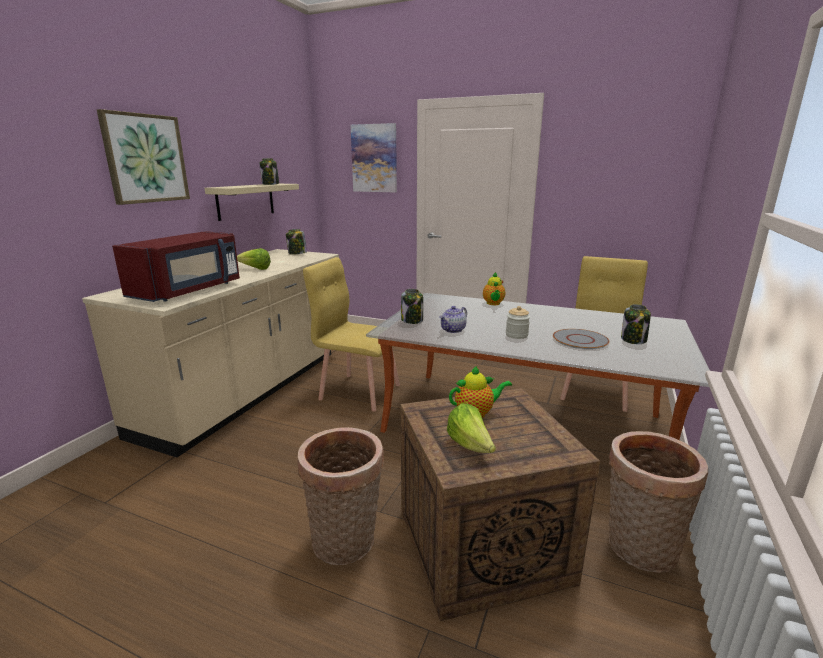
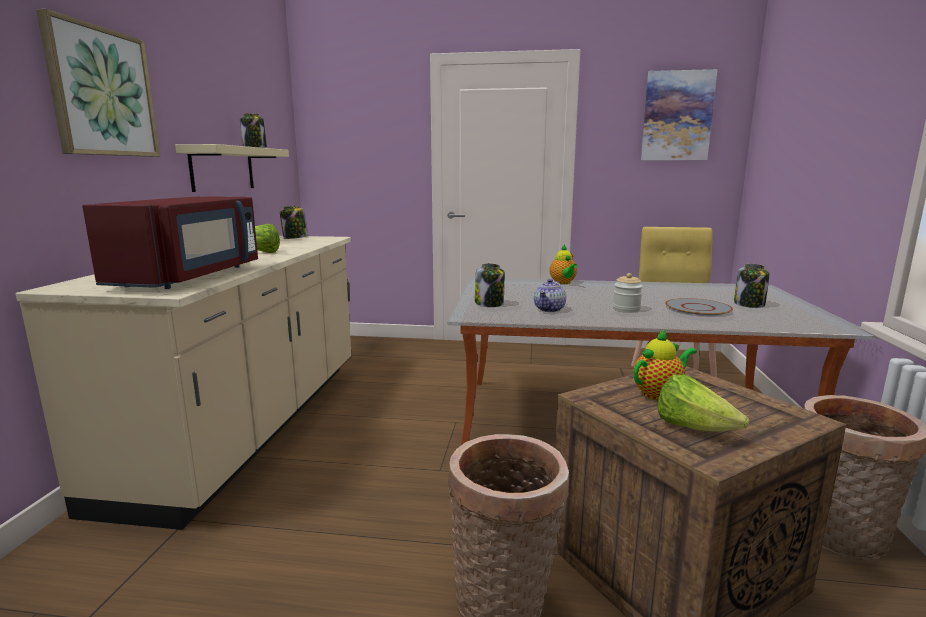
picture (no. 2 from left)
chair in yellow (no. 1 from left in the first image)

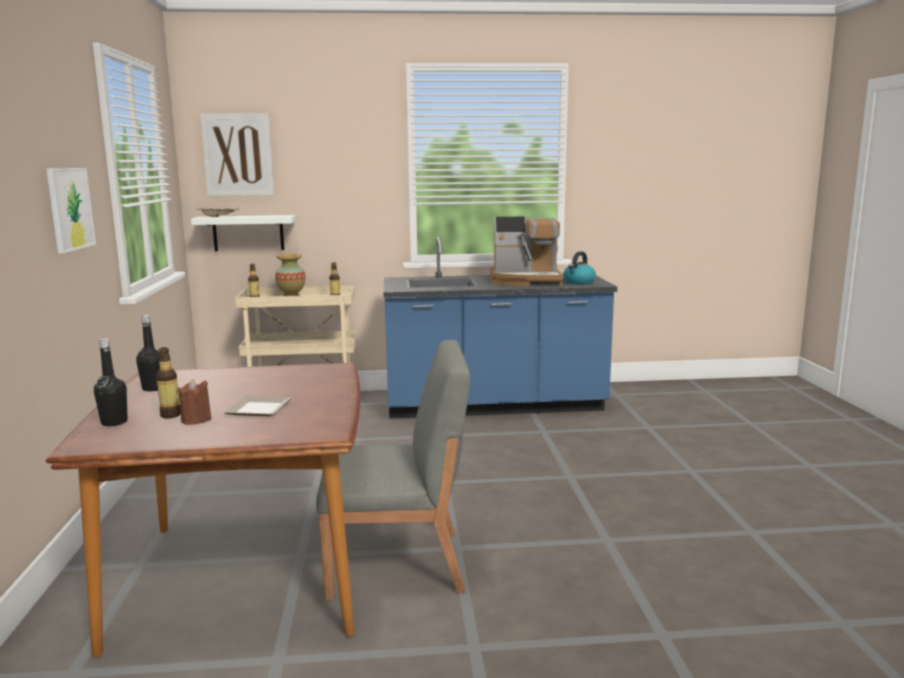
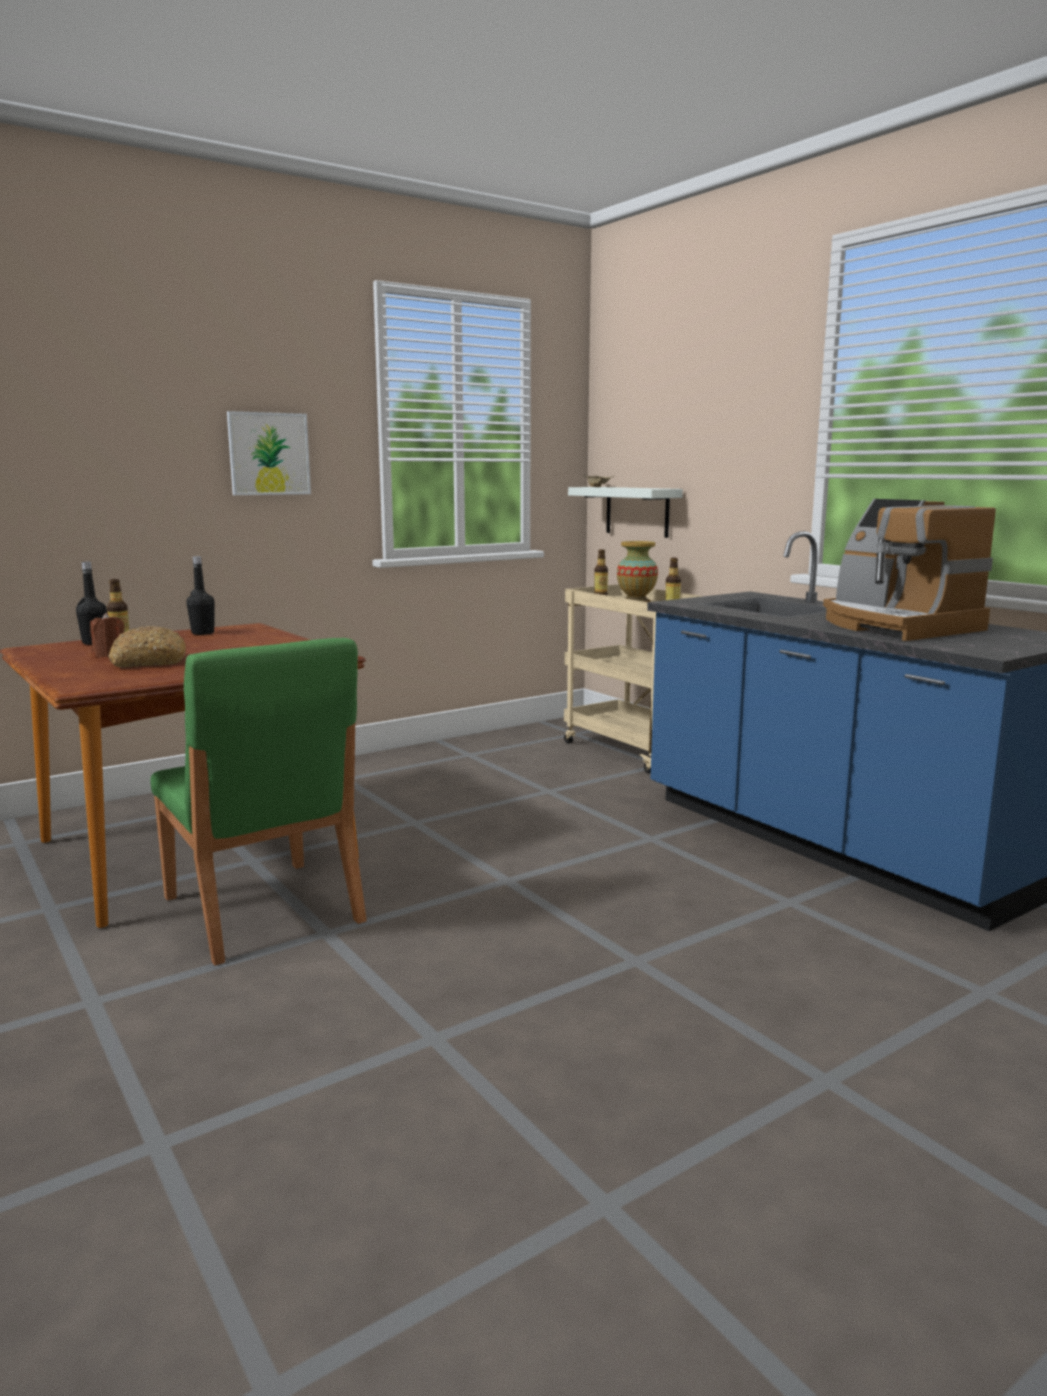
picture (no. 2 from left in the first image)
kettle
chair in green
bread

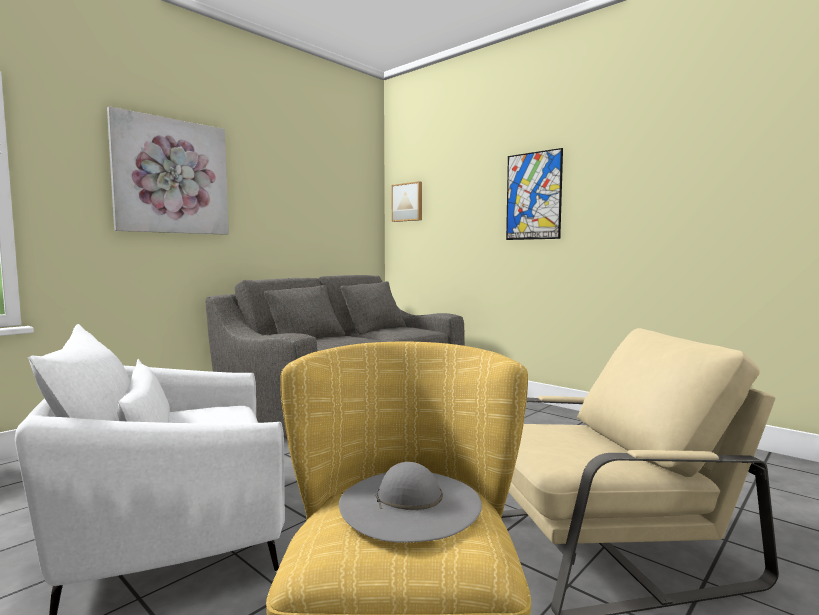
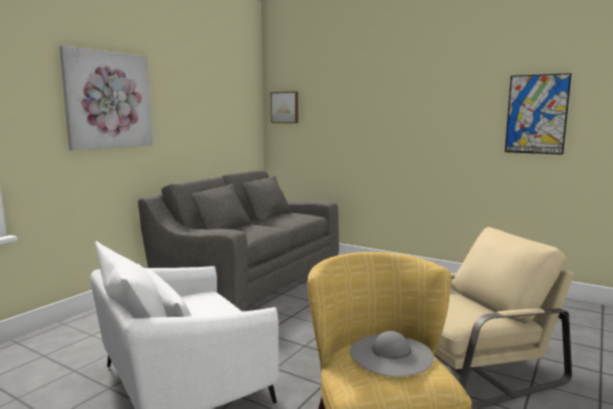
picture (no. 3 from left)

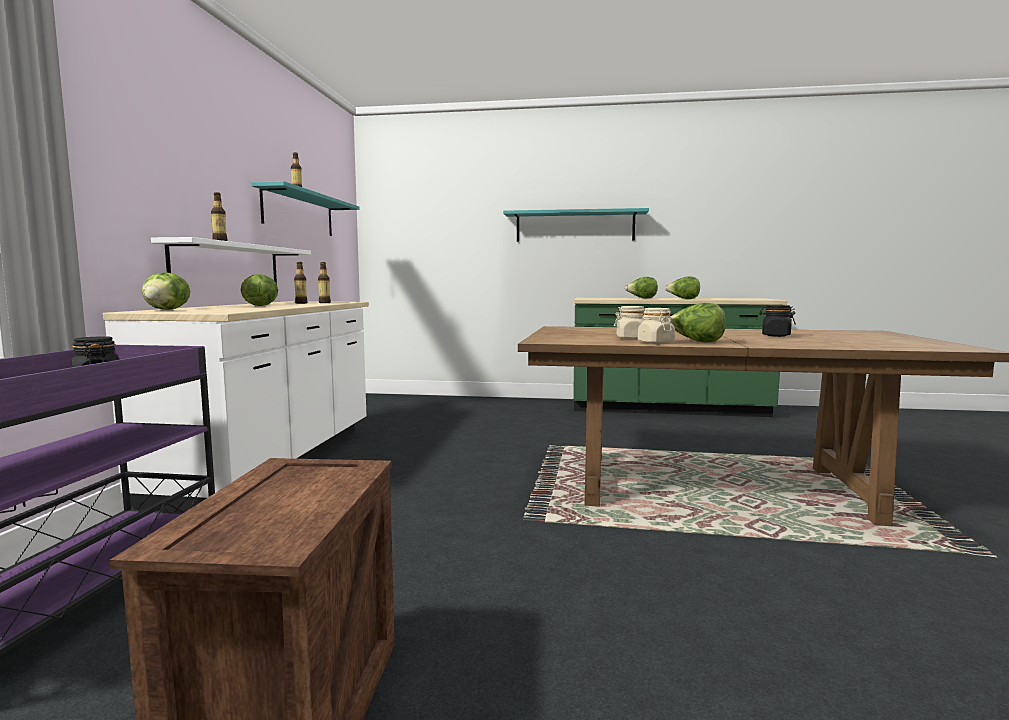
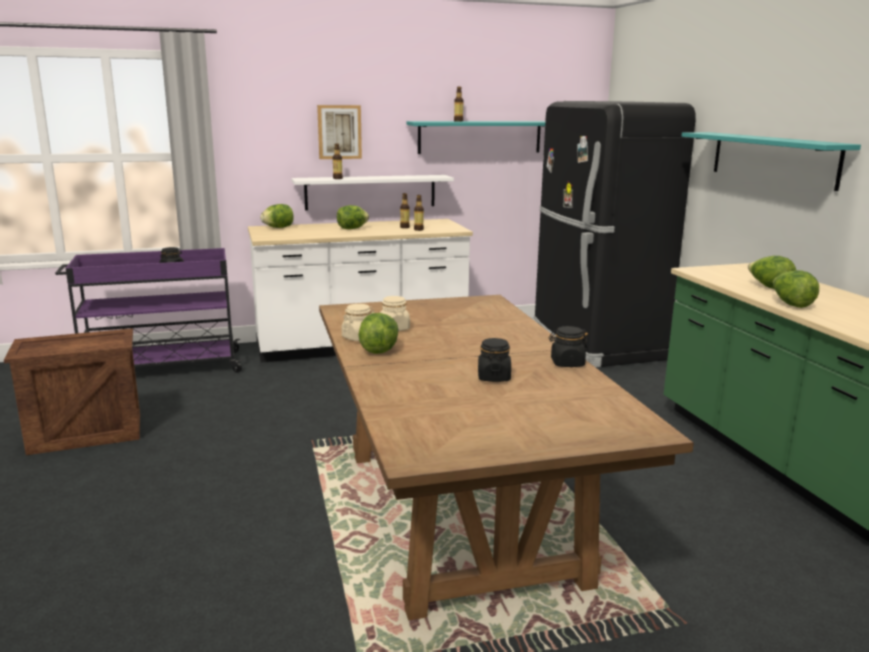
fridge in black
picture
jar in black (no. 3 from left)

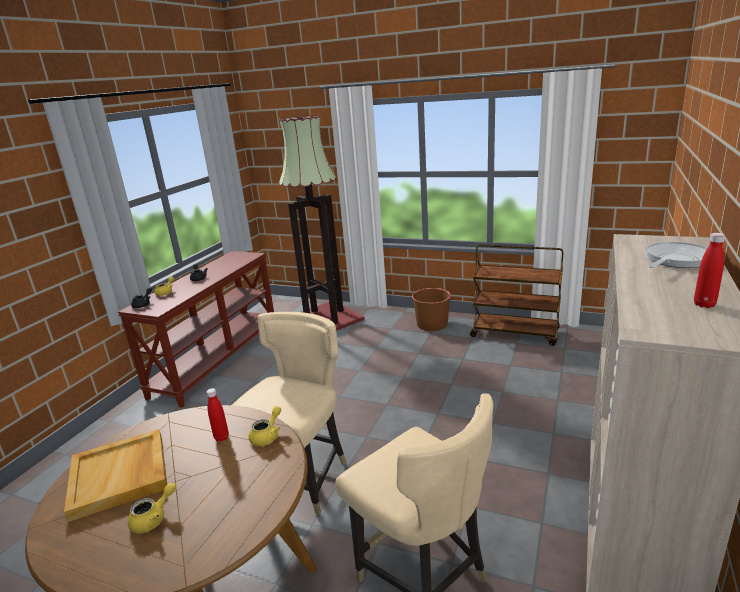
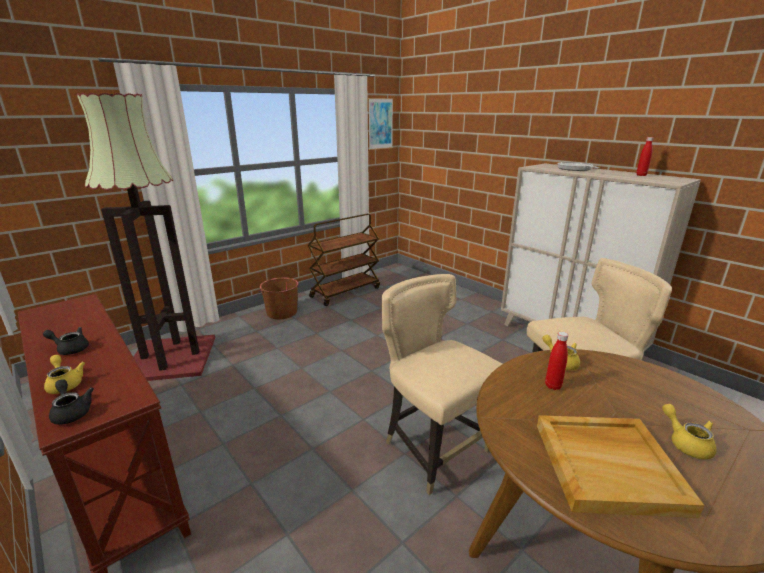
picture

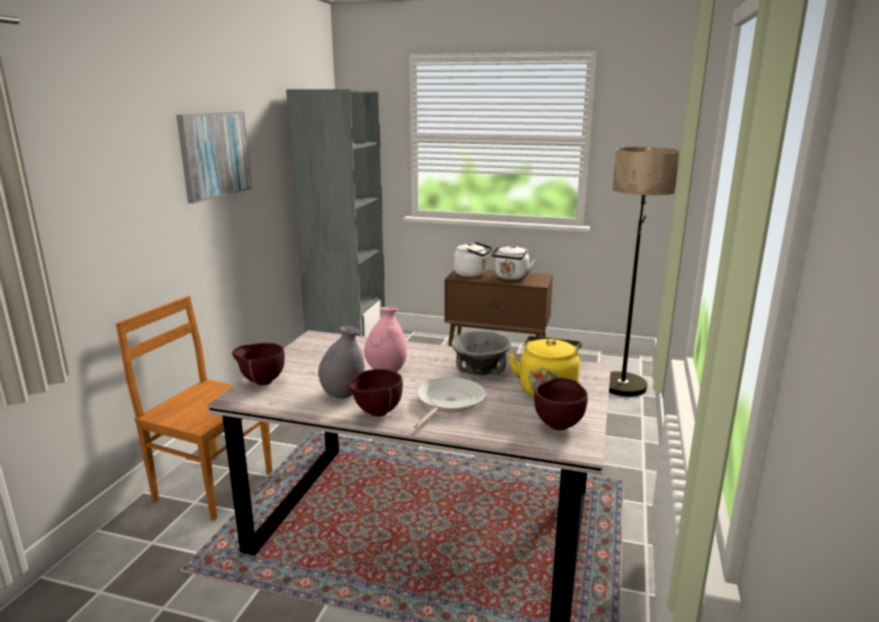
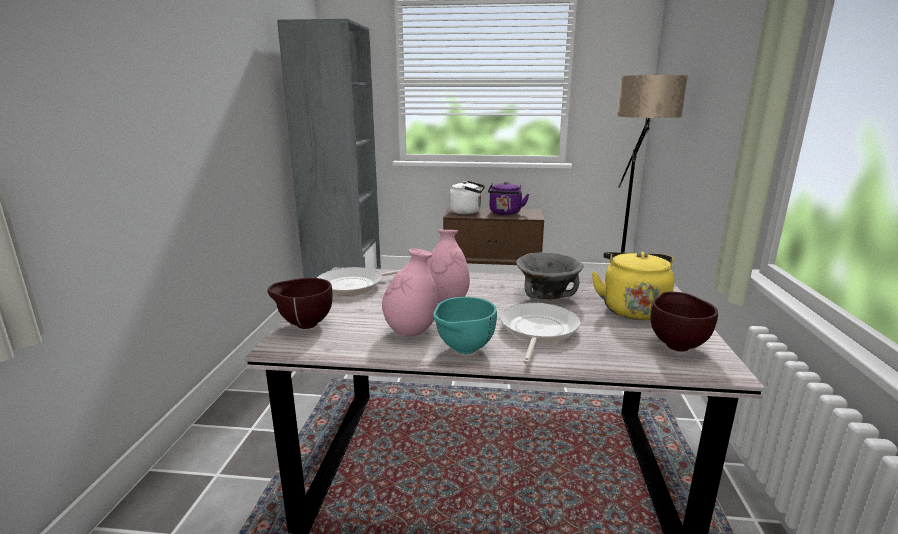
picture
kettle in purple
chair in brown
vase in pink (no. 1 from left)
bowl in turquoise
frying pan (no. 1 from left)

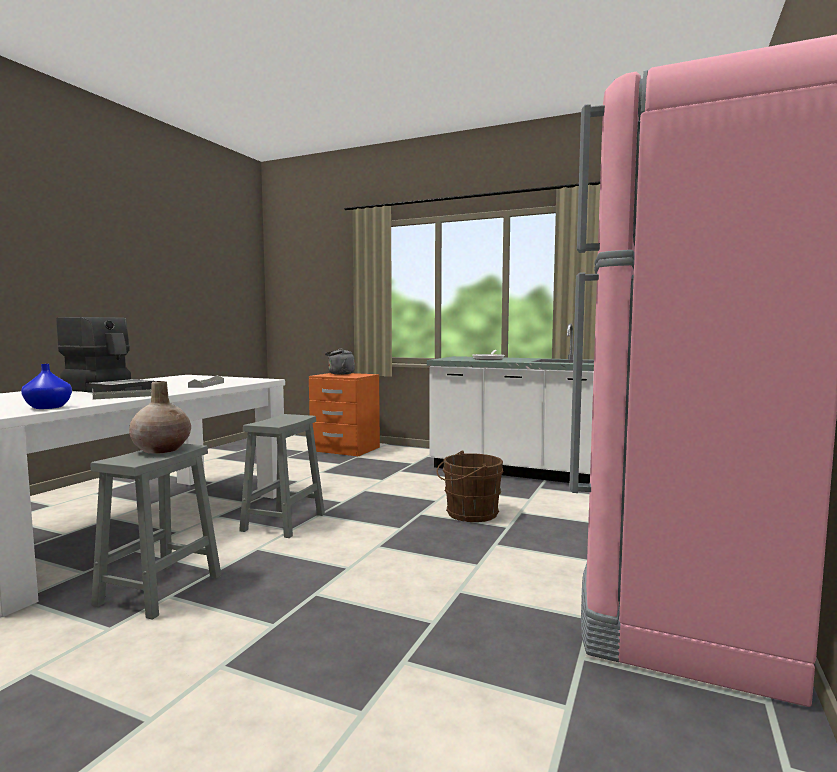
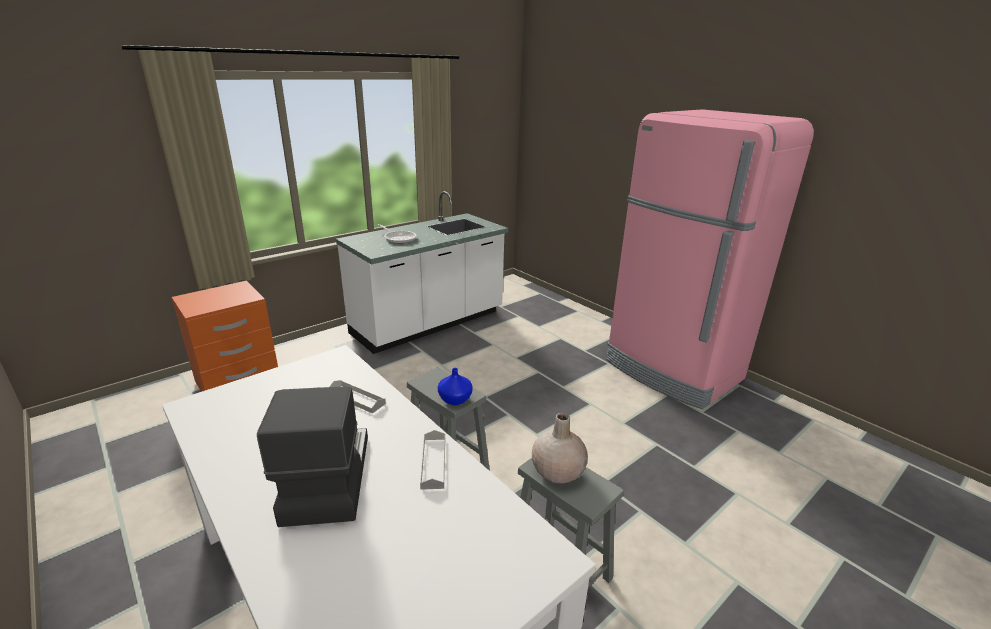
coffee machine
kettle in grey
vase in blue
bucket in brown

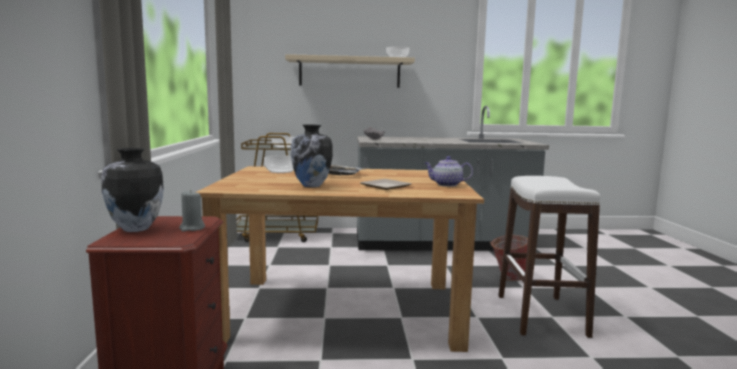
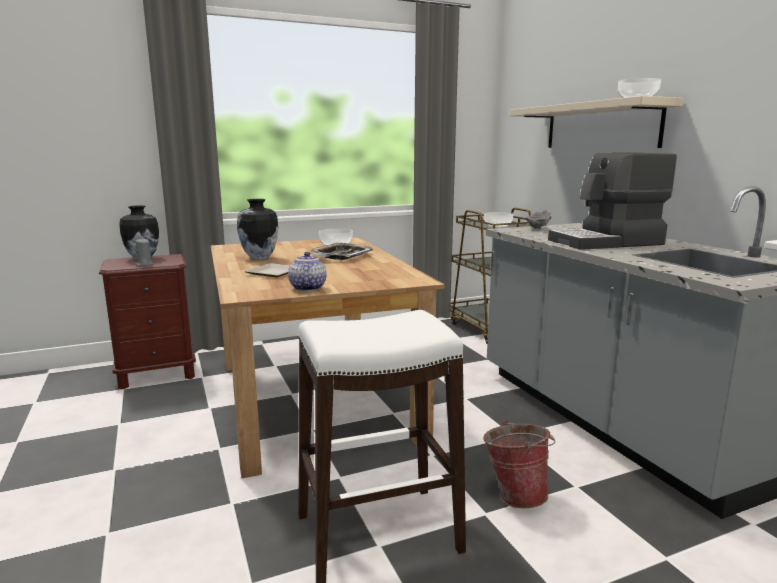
coffee machine

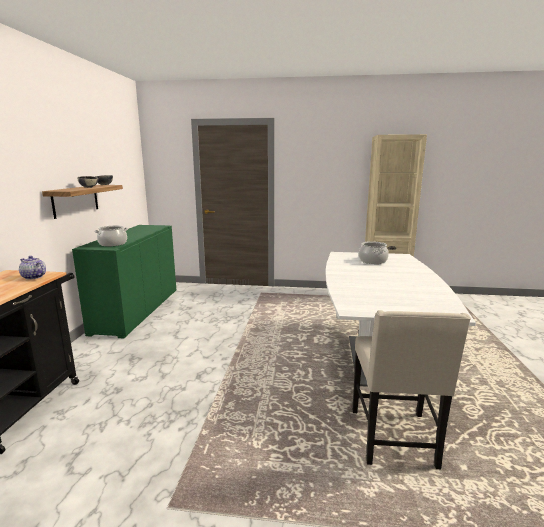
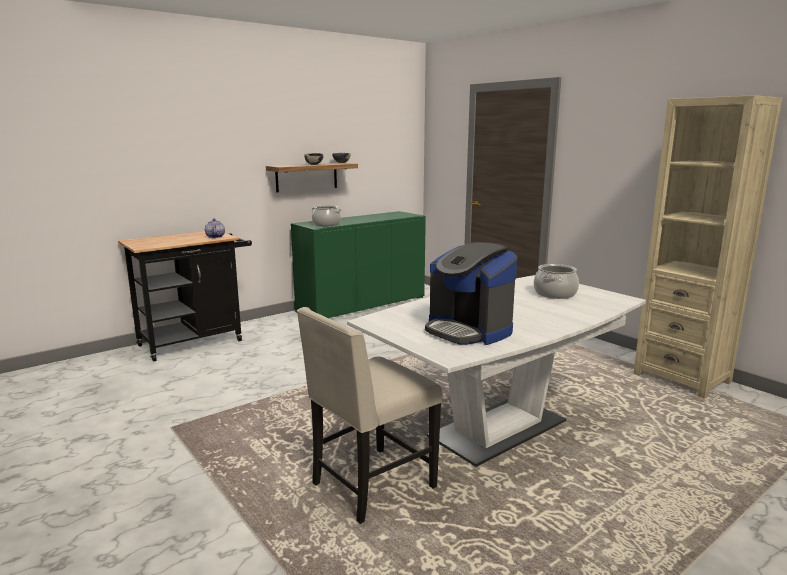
coffee machine

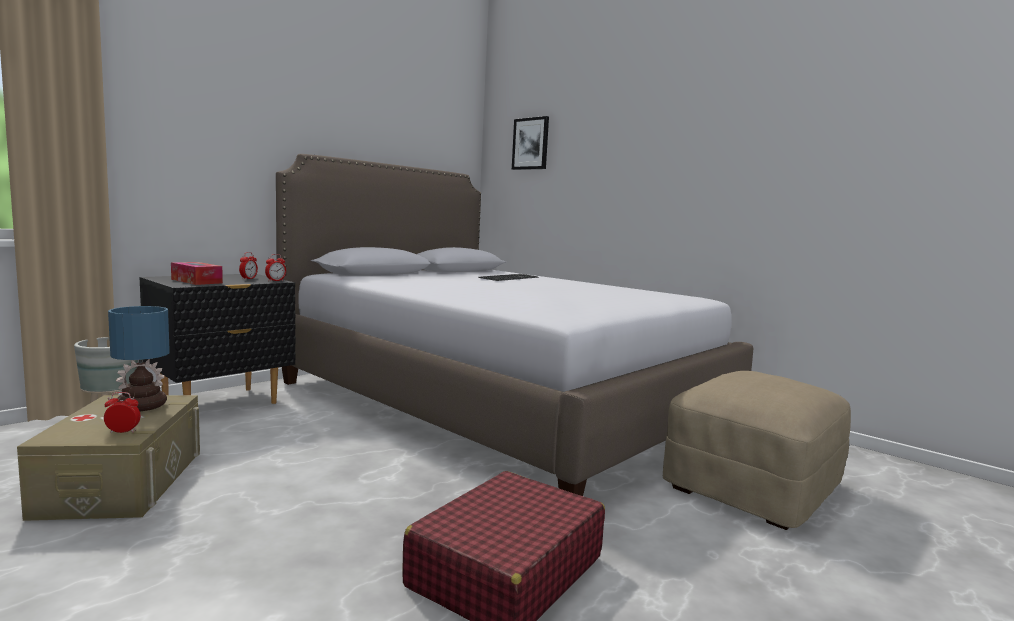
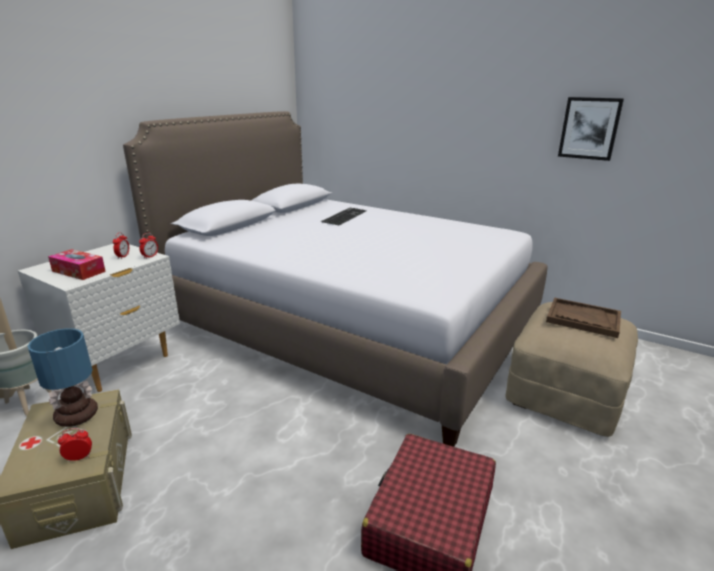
picture
nightstand in white
tray in brown

